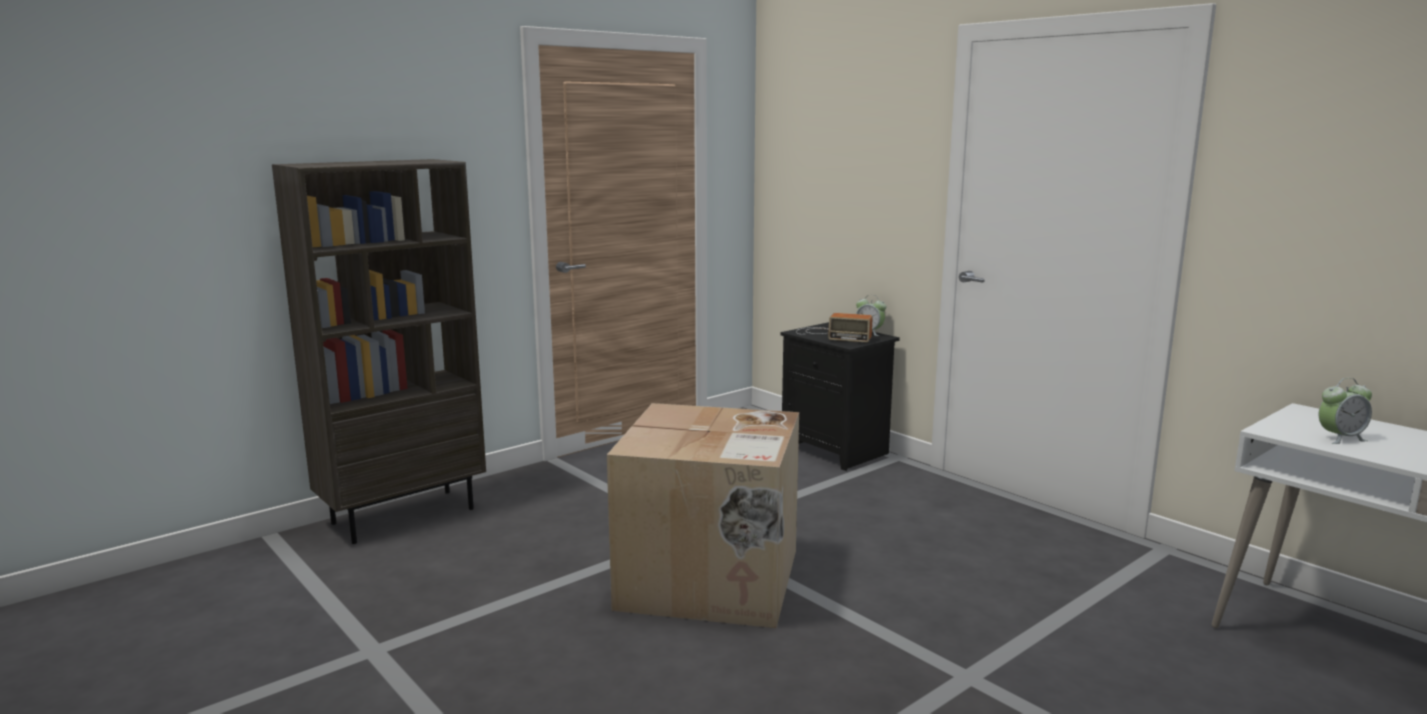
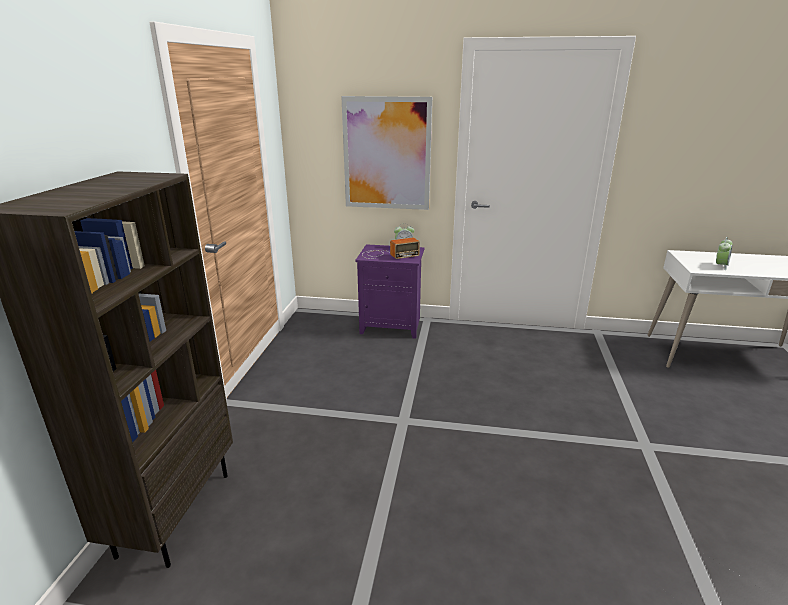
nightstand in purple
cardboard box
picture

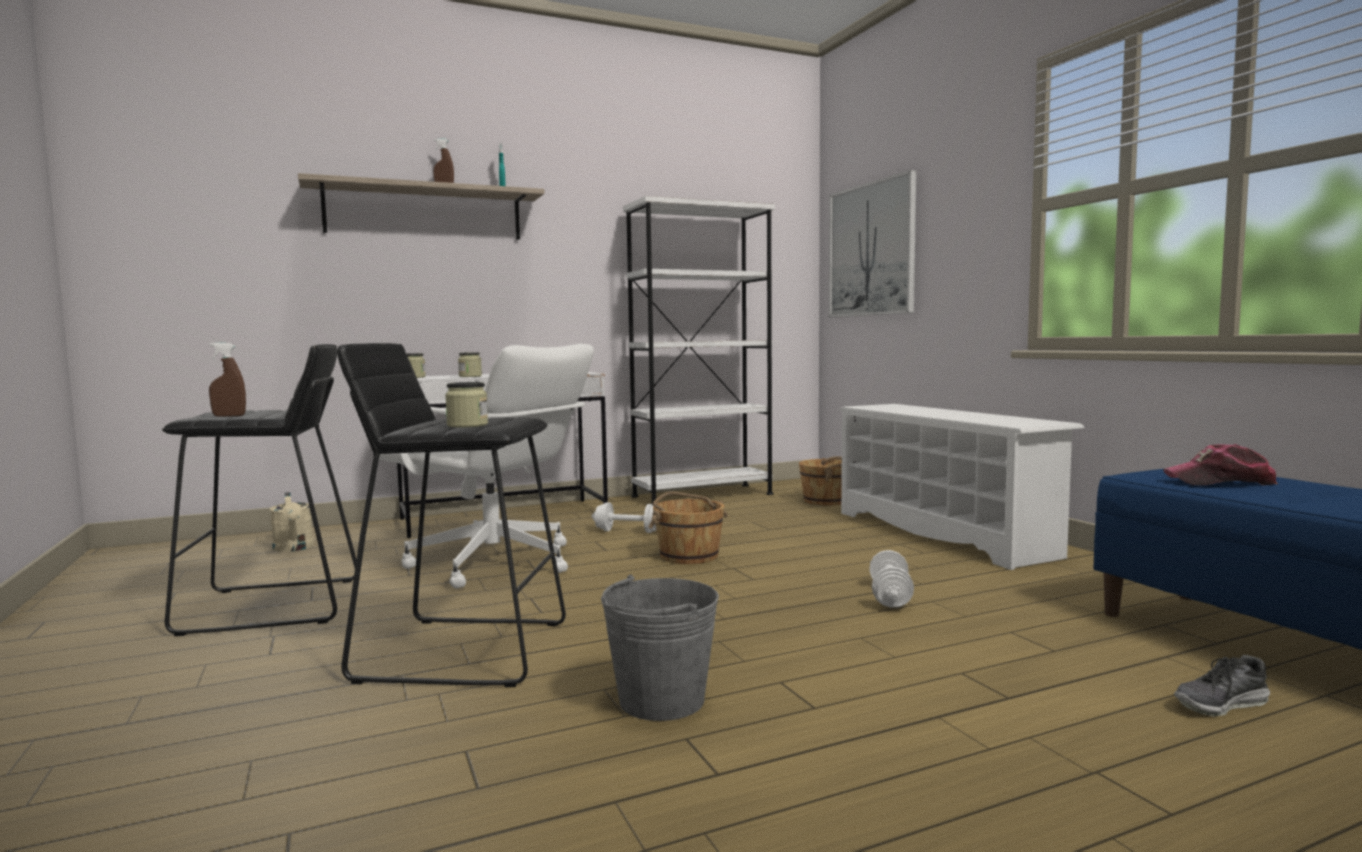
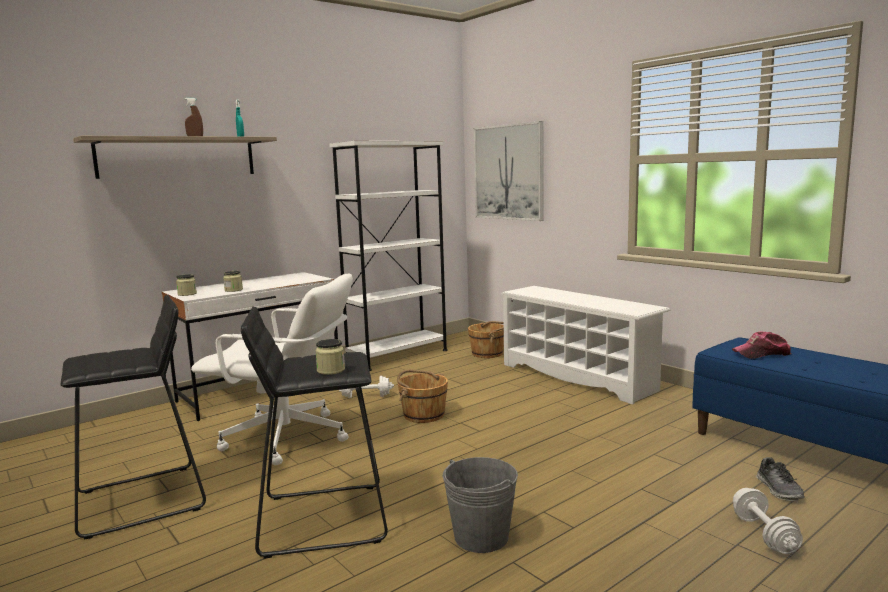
spray bottle in brown (no. 1 from left in the first image)
watering can in beige
dumbbell in white (no. 2 from left)
shoe

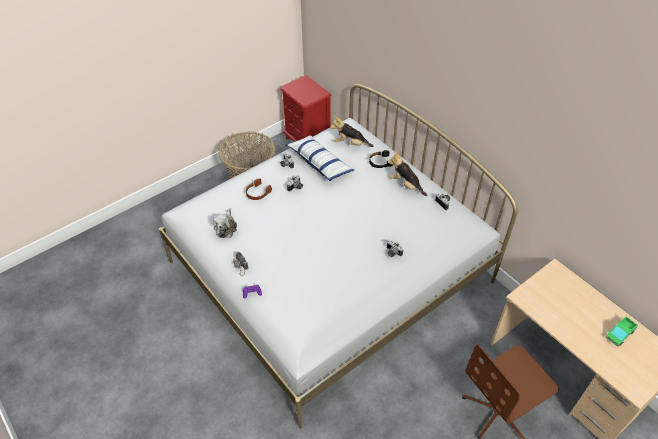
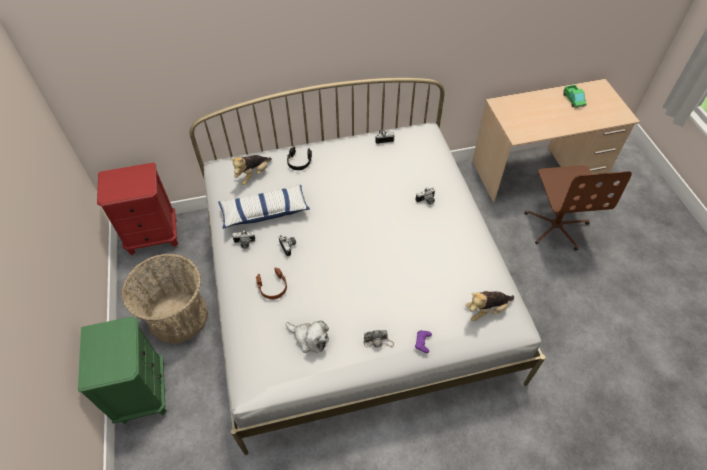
plush toy (no. 3 from left)
nightstand in green

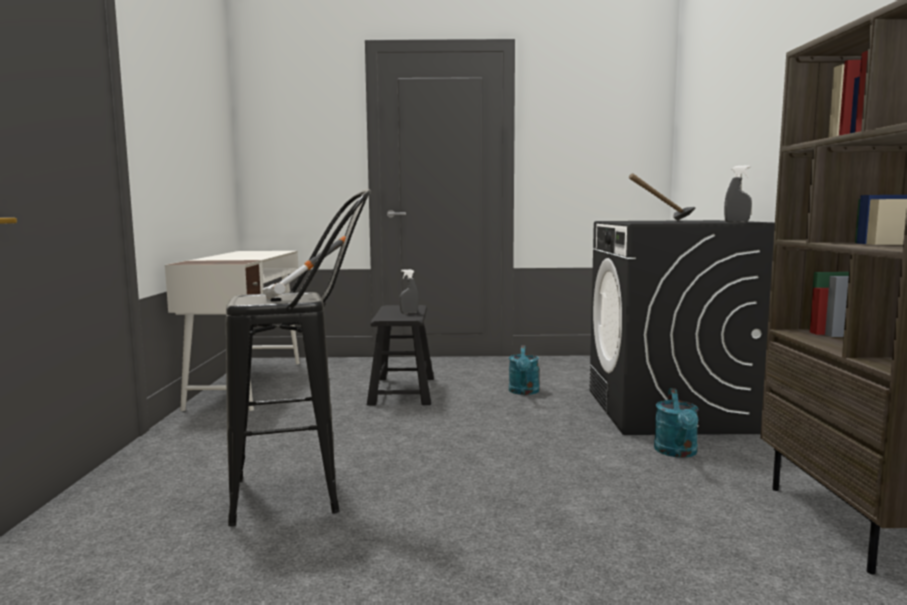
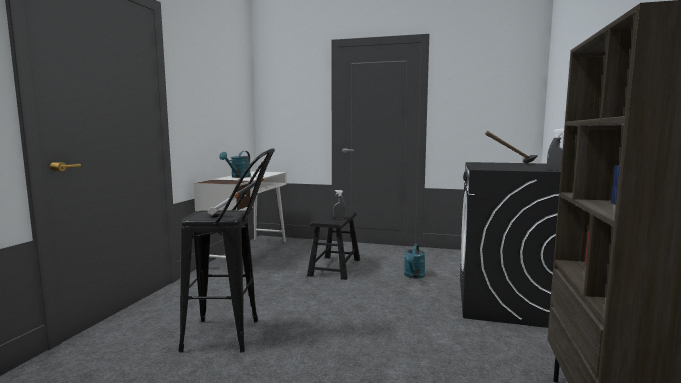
watering can in turquoise (no. 1 from left)

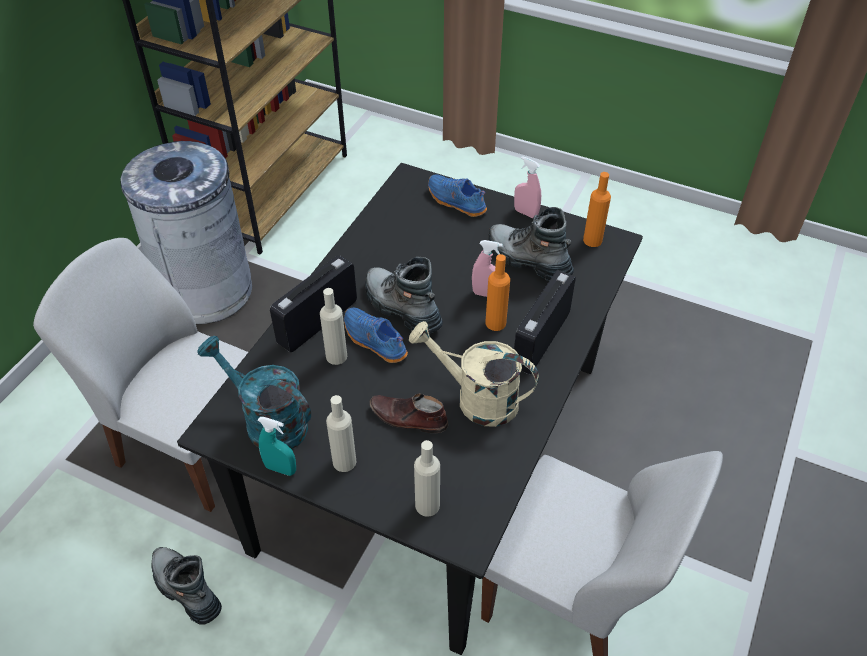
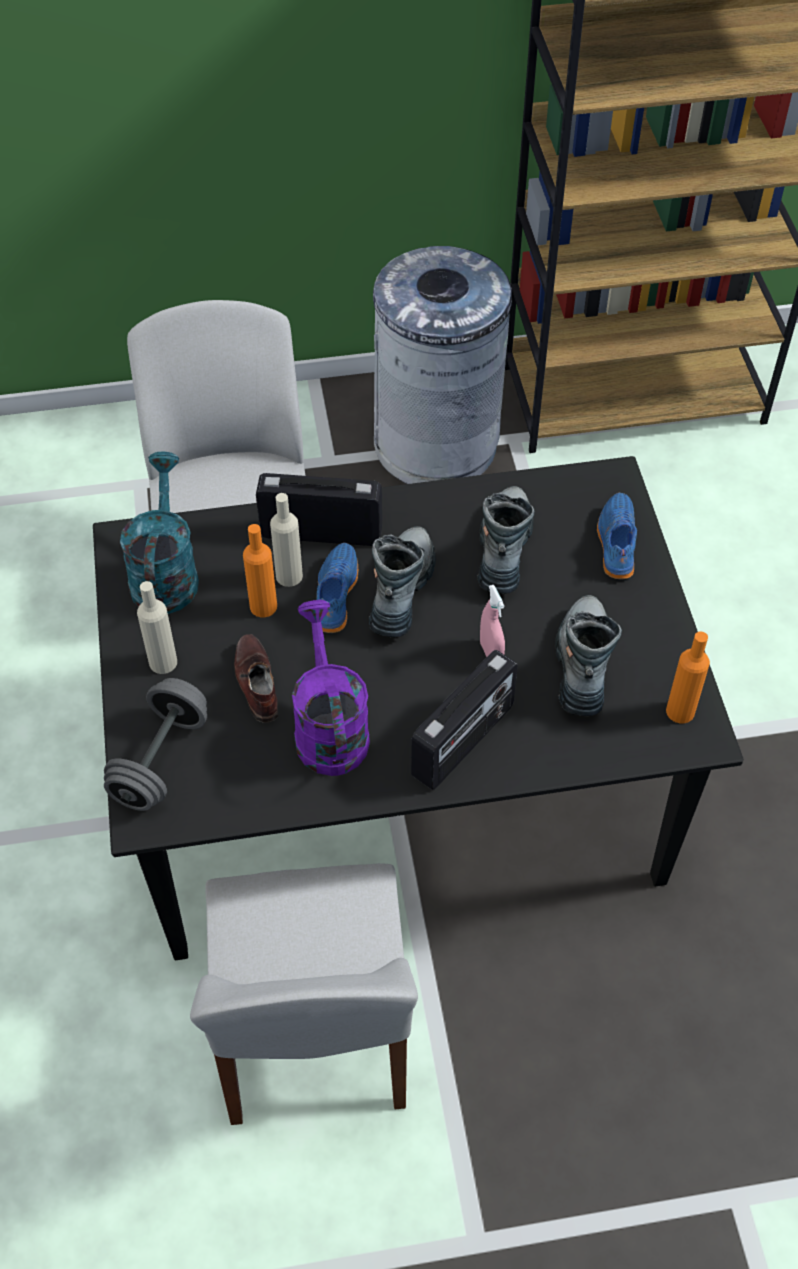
spray bottle in pink (no. 2 from left in the first image)
bottle in orange (no. 1 from left)
radio (no. 2 from left)
watering can in purple
spray bottle in turquoise
dumbbell in grey
boot (no. 2 from left)

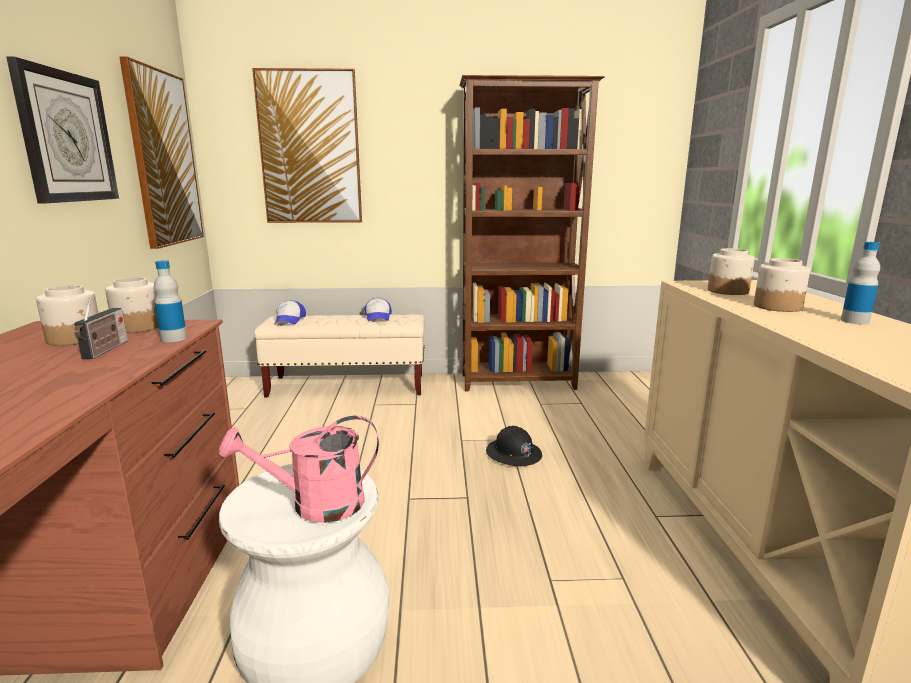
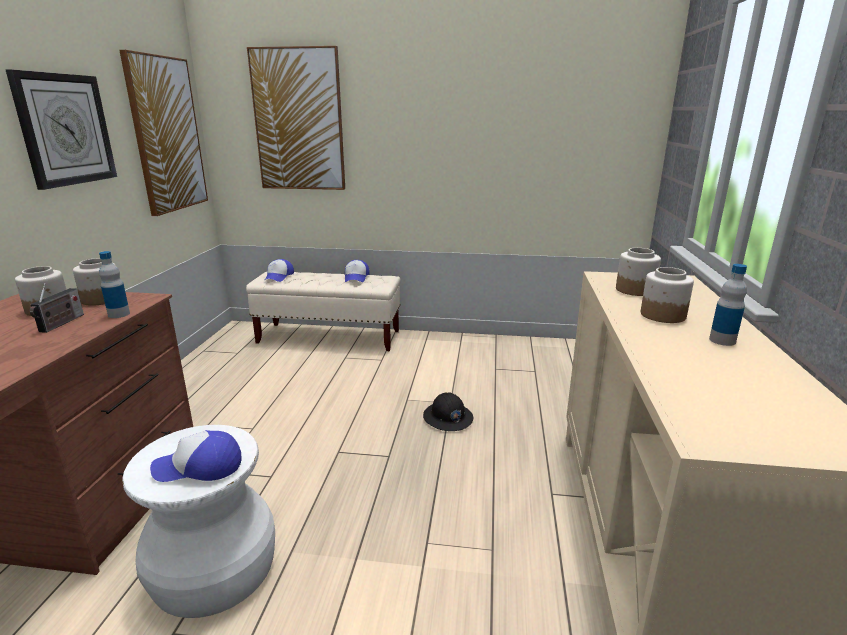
bookcase in brown
cap (no. 1 from left)

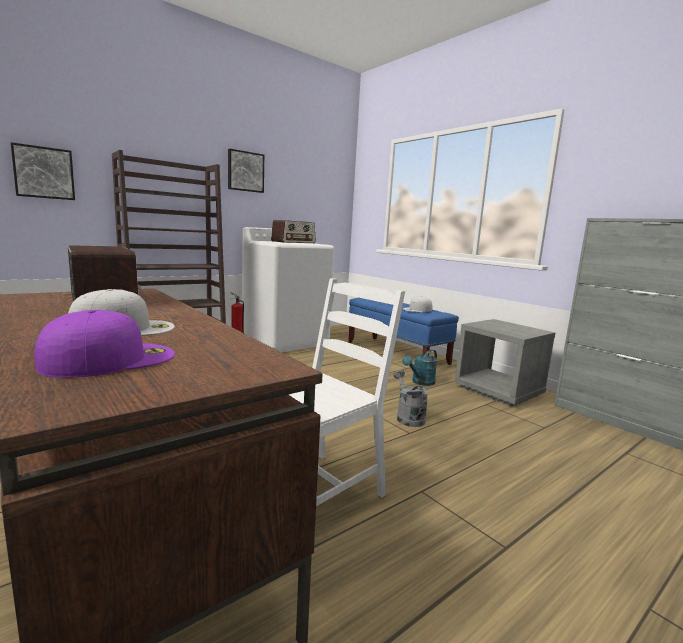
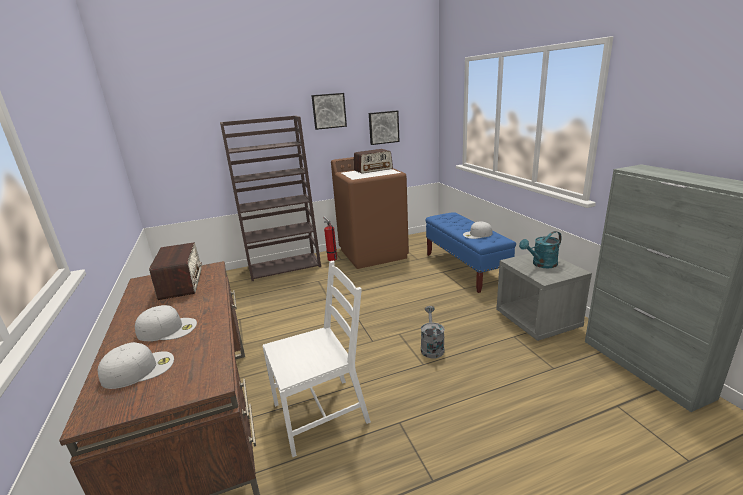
picture (no. 2 from left)
washing machine in brown
cap in white (no. 1 from left)
watering can in turquoise

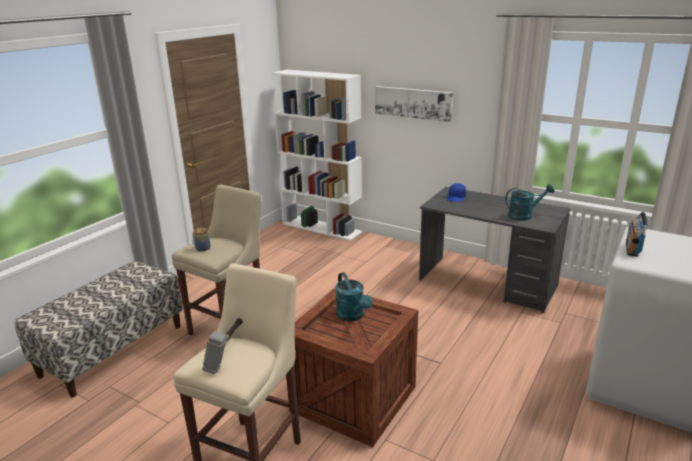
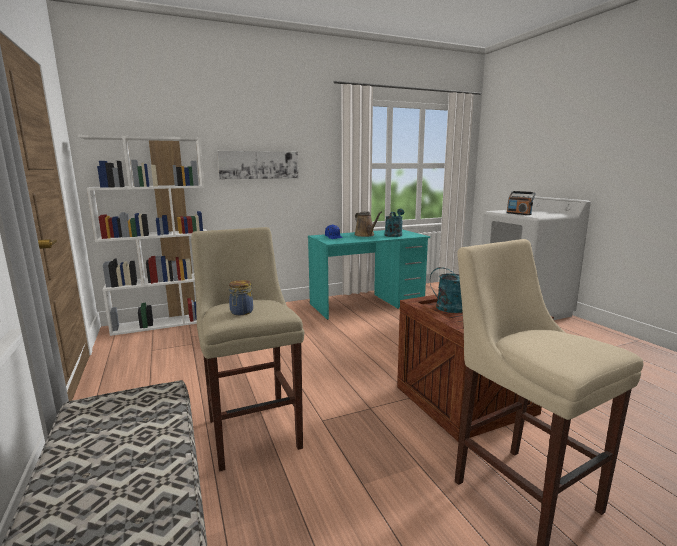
desk in turquoise
hammer
watering can in brown

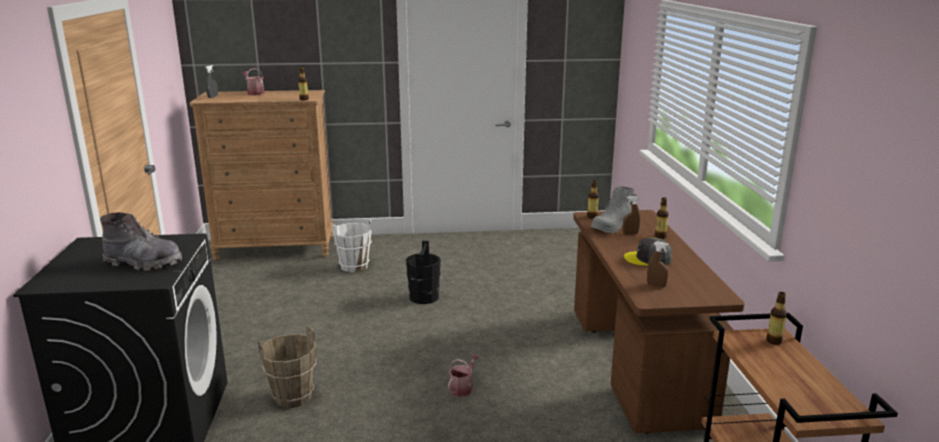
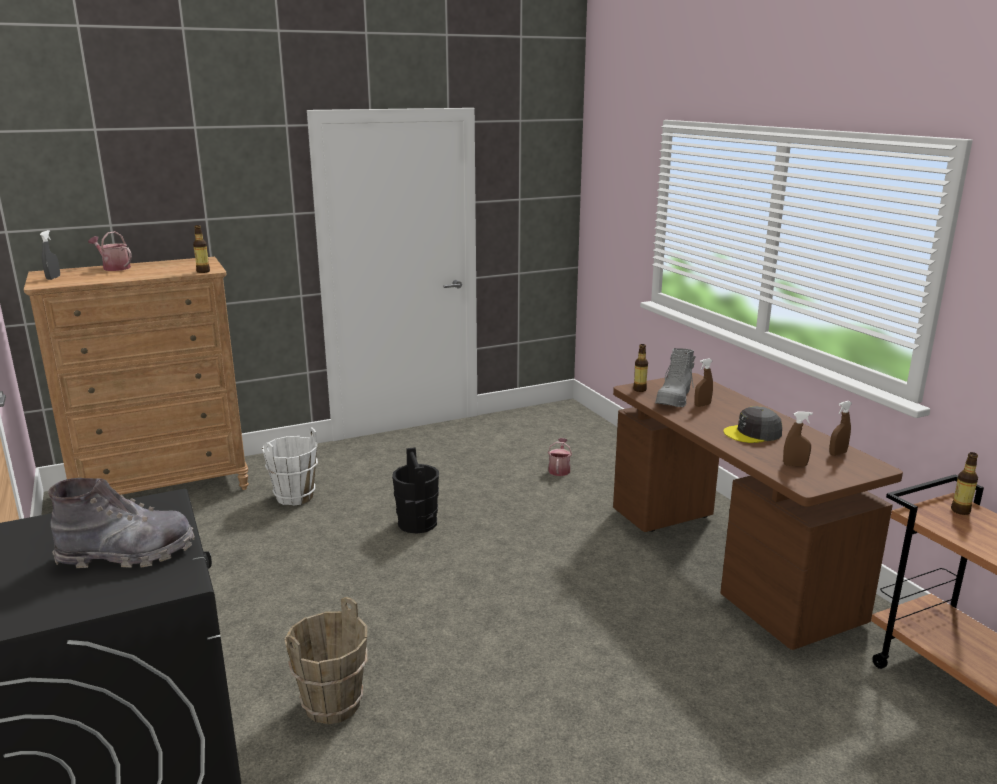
bottle (no. 3 from left in the first image)
watering can (no. 2 from left)
spray bottle in brown (no. 3 from left)

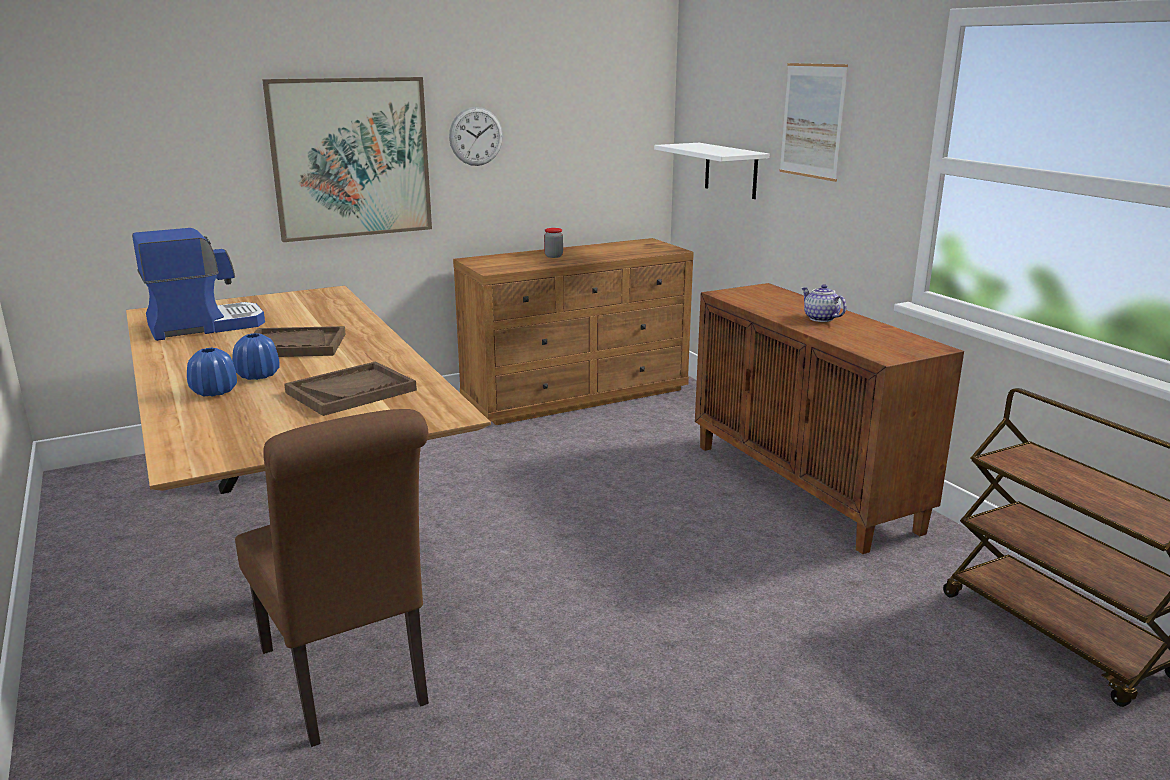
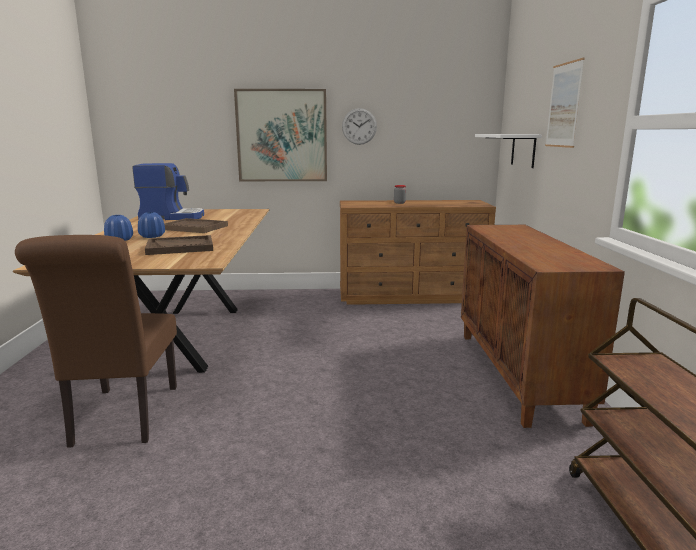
teapot

